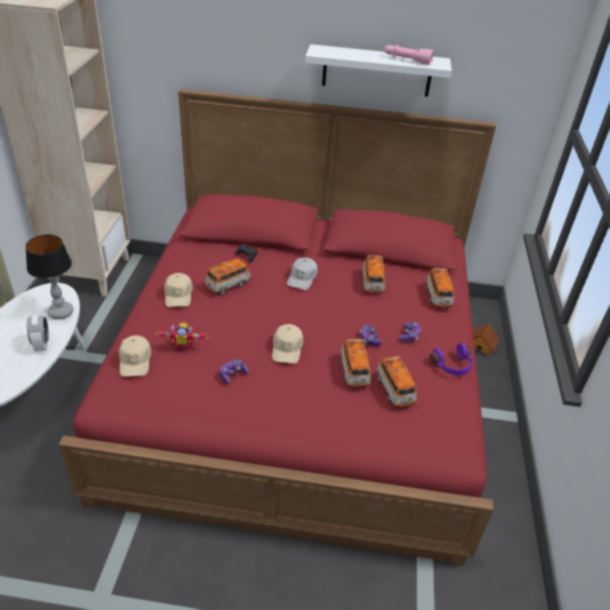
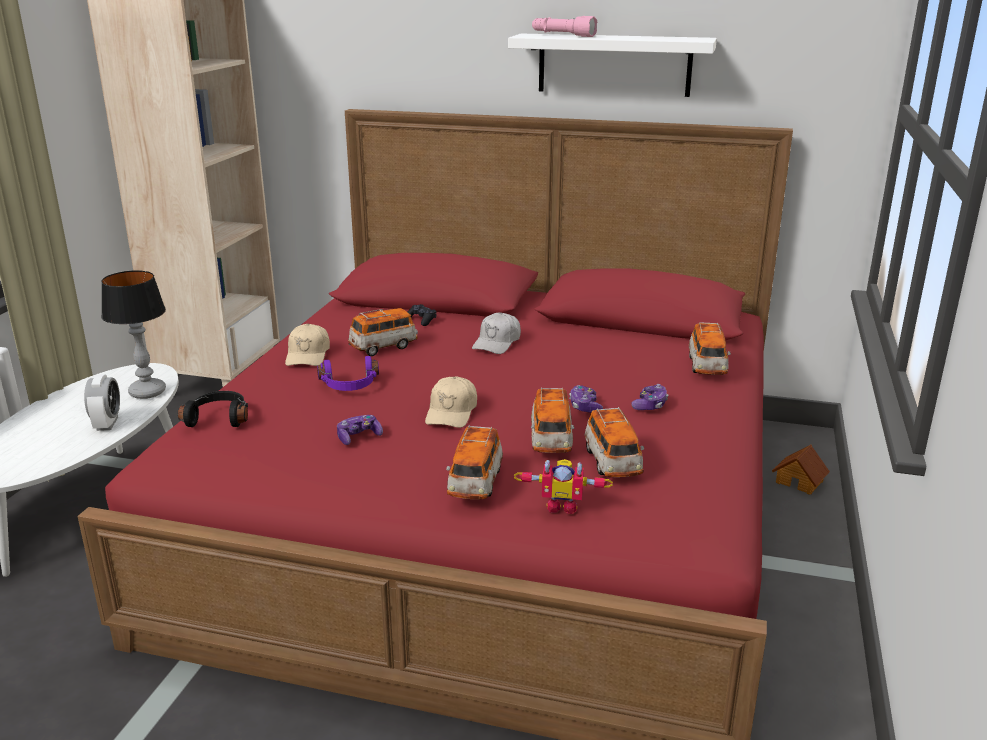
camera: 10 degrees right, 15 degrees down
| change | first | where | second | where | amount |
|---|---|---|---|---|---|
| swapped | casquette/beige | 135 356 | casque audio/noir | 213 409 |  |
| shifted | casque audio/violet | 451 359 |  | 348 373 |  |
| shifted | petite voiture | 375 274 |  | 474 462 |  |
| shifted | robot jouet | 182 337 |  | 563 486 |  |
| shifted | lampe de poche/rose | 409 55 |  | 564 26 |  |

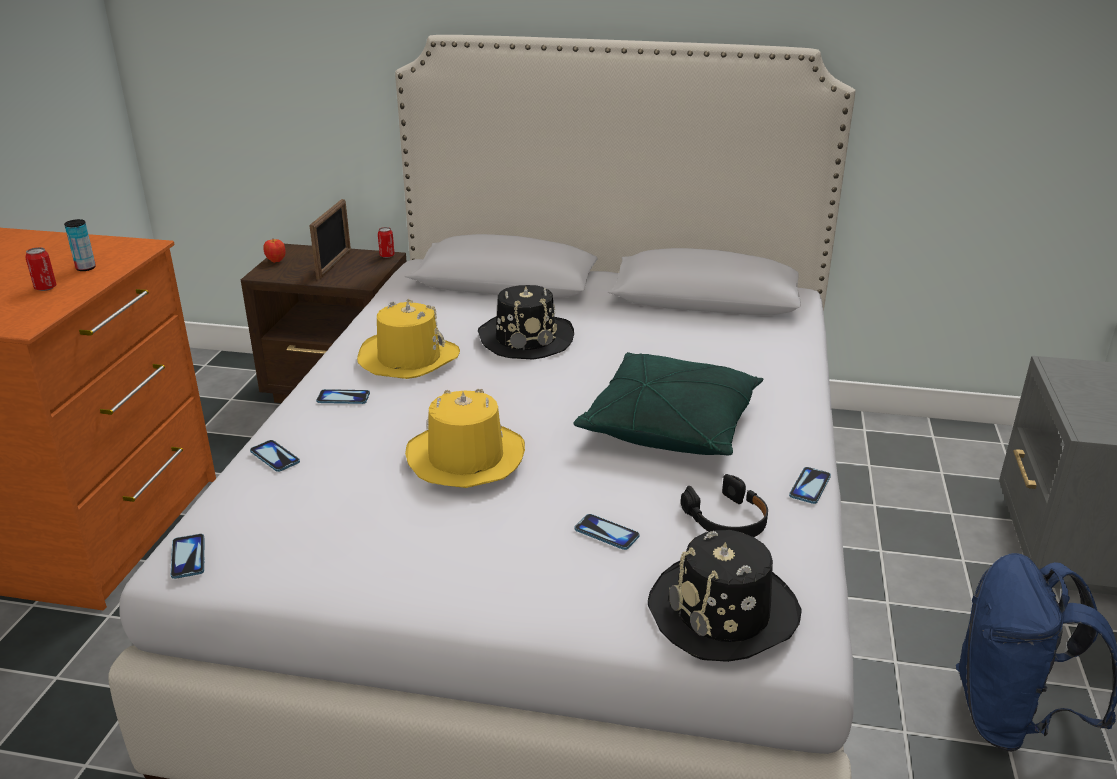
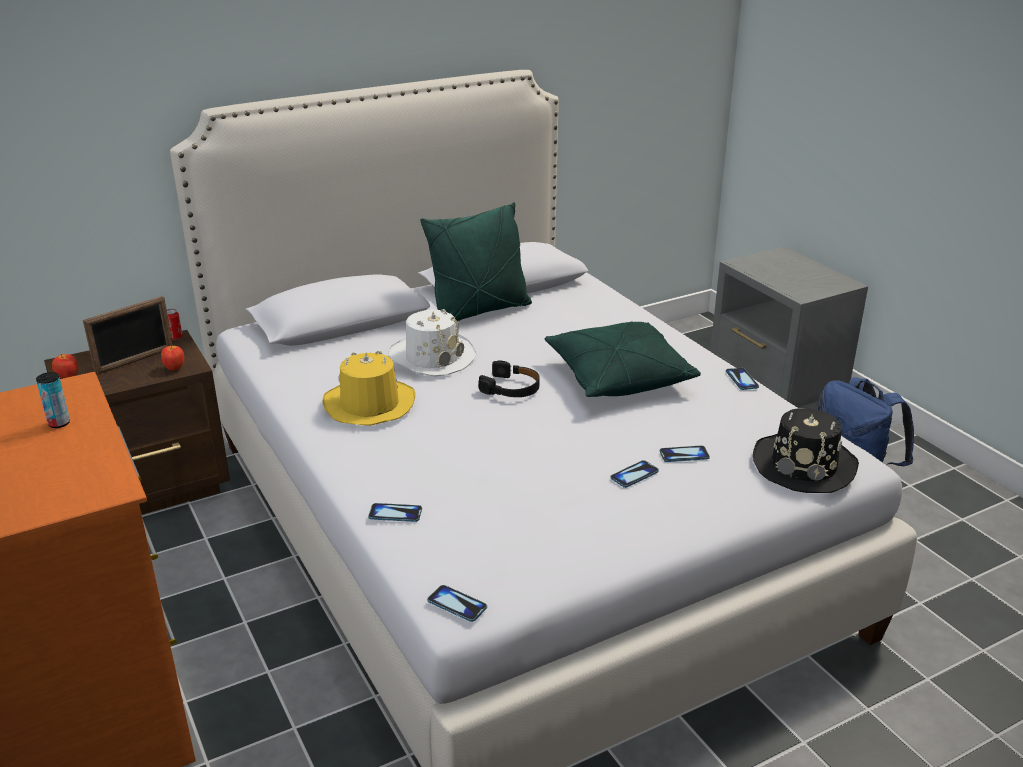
camera: 40 degrees left, 0 degrees up
| change | first | where | second | where | amount |
|---|---|---|---|---|---|
| rotated | cadre photo | 330 239 |  | 128 335 | 75 degrees clockwise |
| new |  |  | pomme | 172 358 |  |
| repainted | chapeau/noir | 526 322 | chapeau/blanc | 432 342 |  |
| new |  |  | coussin/vert | 476 261 |  |
| shifted | casque audio/noir | 724 505 |  | 509 378 |  |
| shifted | téléphone | 343 396 |  | 634 474 |  |
| gone | boîte métallique | 41 269 |  |  |  |
| gone | chapeau/jaune | 465 438 |  |  |  |

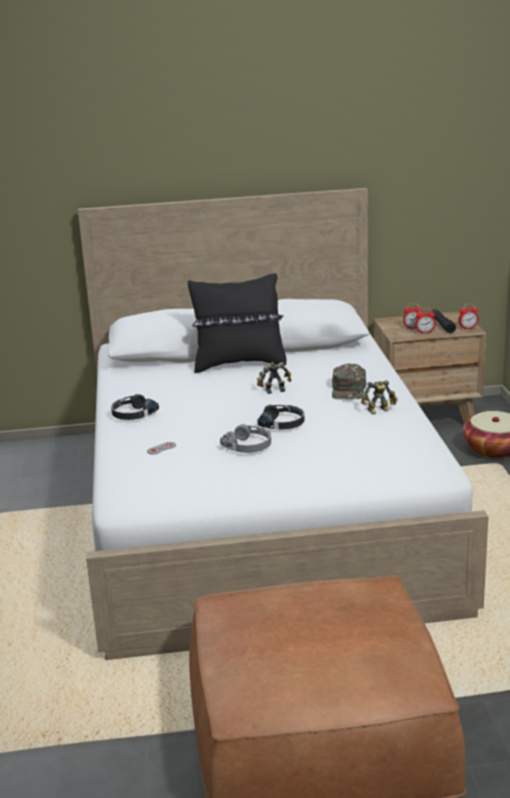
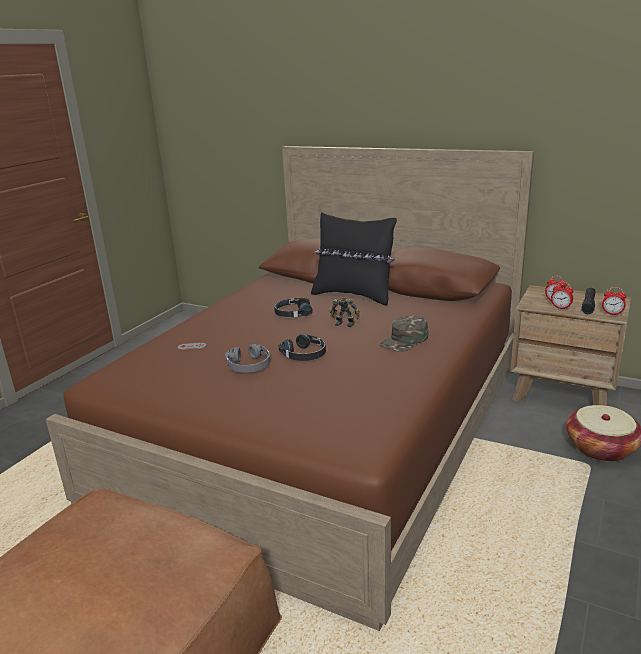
camera: 35 degrees right, 0 degrees up
| change | first | where | second | where | amount |
|---|---|---|---|---|---|
| repainted | lit/blanc | 283 424 | lit/marron | 290 388 |  |
| shifted | casque audio/noir | 135 407 |  | 293 307 |  |
| gone | robot jouet | 379 397 |  |  |  |

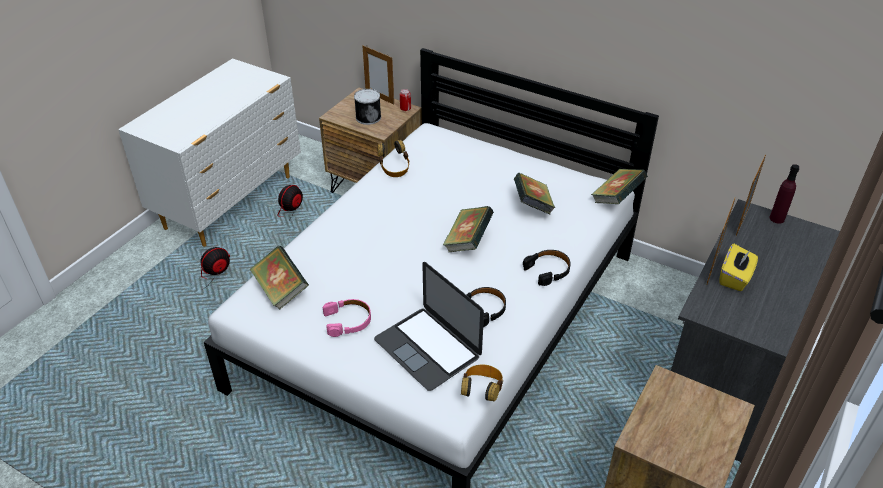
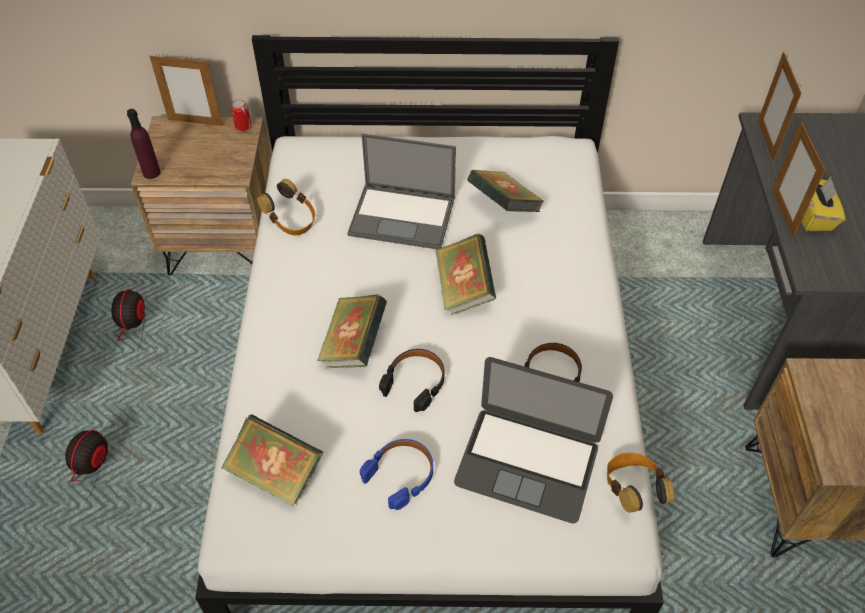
camera: 30 degrees left, 10 degrees up
| change | first | where | second | where | amount |
|---|---|---|---|---|---|
| shifted | bouteille/violet | 784 194 |  | 144 144 |  |
| shifted | livre | 619 186 |  | 352 331 |  |
| new |  |  | ordinateur portable | 402 191 |  |
| repainted | casque audio/rose | 347 318 | casque audio/bleu | 396 474 |  |
| shifted | casque audio/noir | 547 268 |  | 412 380 |  |
| gone | boîte métallique | 367 107 |  |  |  |

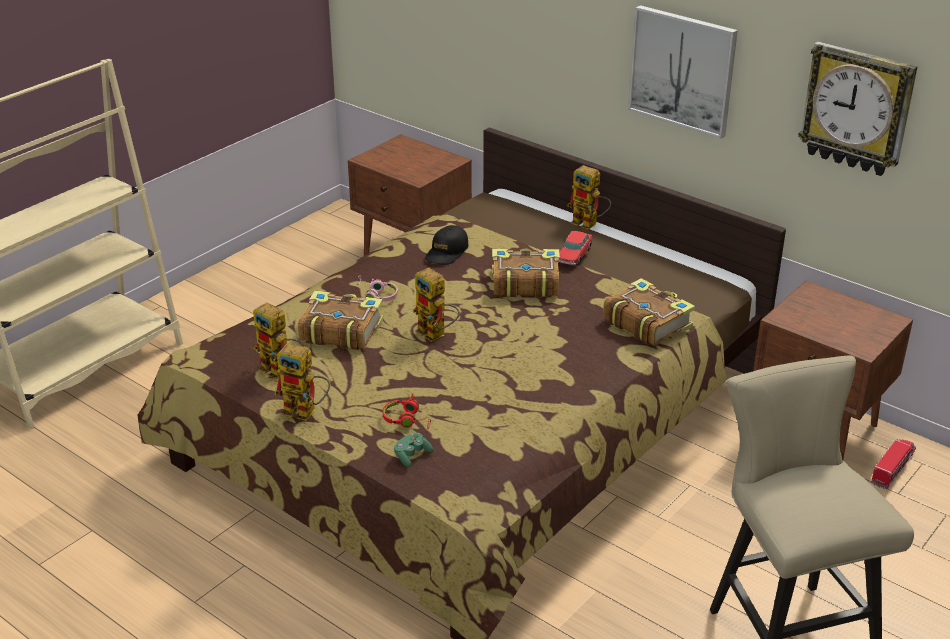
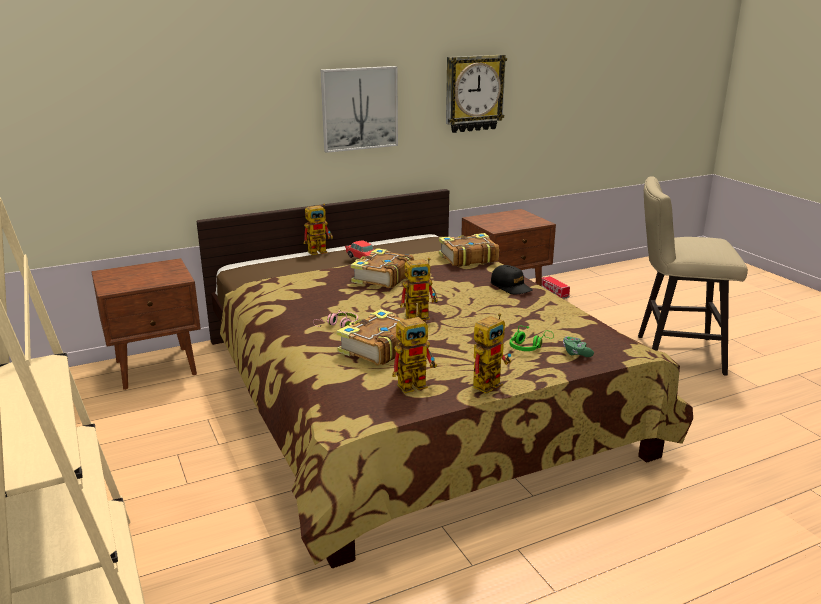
camera: 65 degrees left, 10 degrees down
| change | first | where | second | where | amount |
|---|---|---|---|---|---|
| shifted | casquette/noir | 447 245 |  | 512 279 |  |
| repainted | casque audio/rouge | 407 411 | casque audio/vert | 532 338 |  |

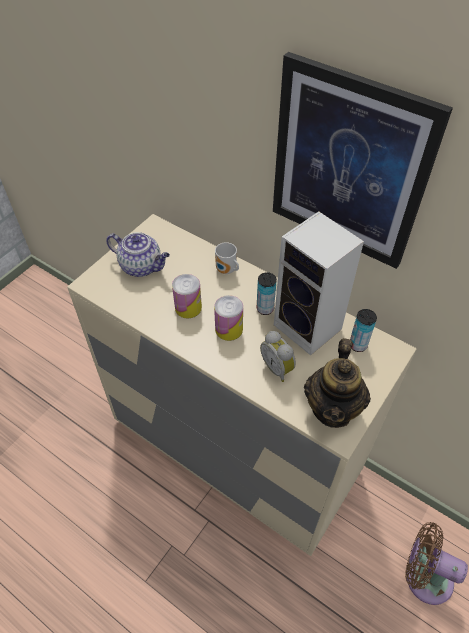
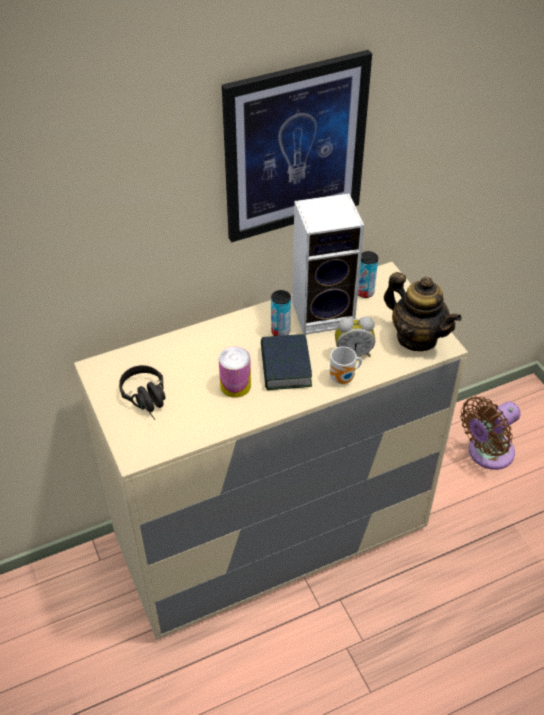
camera: 60 degrees left, 5 degrees down
| change | first | where | second | where | amount |
|---|---|---|---|---|---|
| swapped | théière | 138 254 | casque audio/noir | 142 392 |  |
| swapped | boîte métallique | 228 318 | livre | 286 362 |  |
| shifted | mug | 227 258 |  | 346 365 |  |

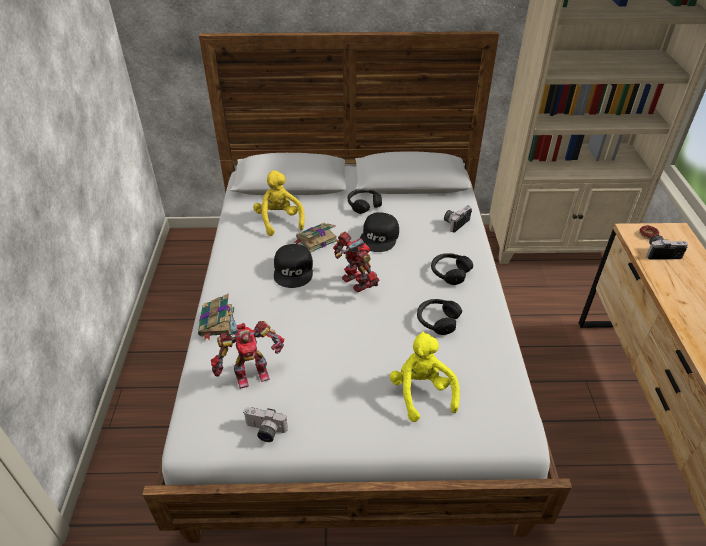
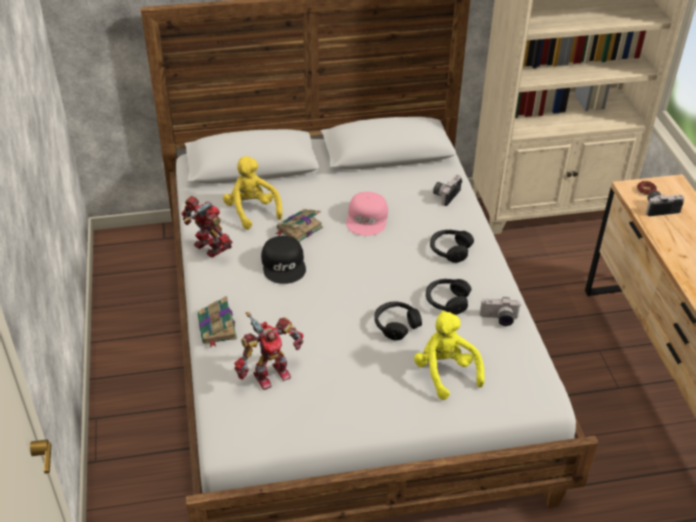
camera: 10 degrees left, 0 degrees up
| change | first | where | second | where | amount |
|---|---|---|---|---|---|
| shifted | robot jouet | 356 261 |  | 207 226 |  |
| repainted | casquette/noir | 379 232 | casquette/rose | 367 214 |  |
| shifted | casque audio/noir | 365 202 |  | 398 321 |  |
| shifted | appareil photo | 266 424 |  | 500 311 |  |

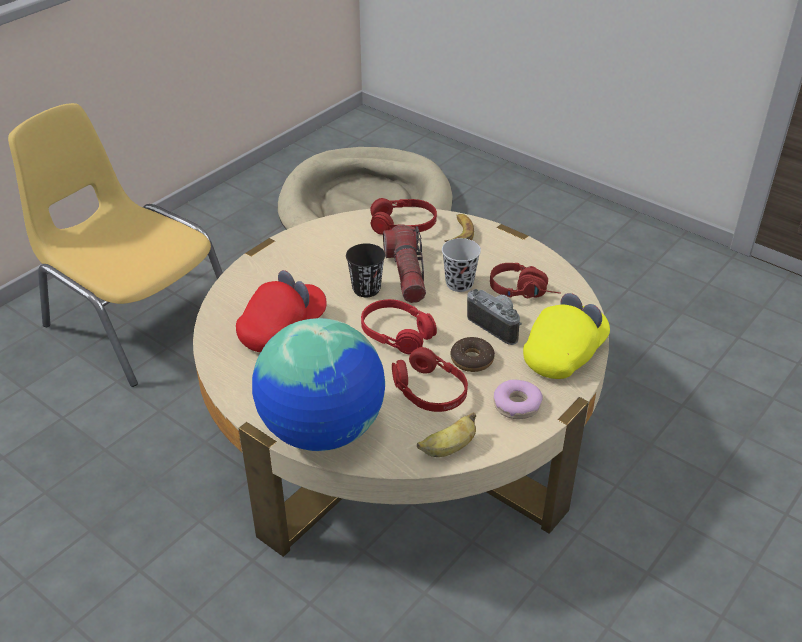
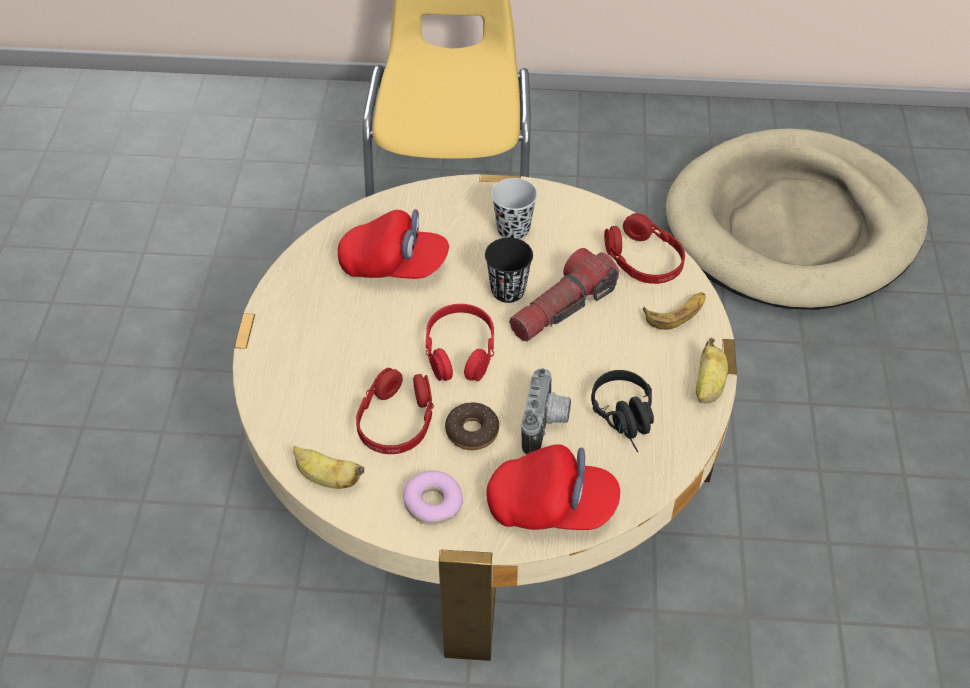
camera: 55 degrees right, 10 degrees up
| change | first | where | second | where | amount |
|---|---|---|---|---|---|
| repainted | casquette/jaune | 566 336 | casquette/rouge | 553 487 |  |
| shifted | tasse/noir | 461 265 |  | 514 209 |  |
| repainted | casque audio/rouge | 525 280 | casque audio/noir | 622 411 |  |
| new |  |  | banane | 712 370 |  |
| gone | globe | 318 384 |  |  |  |

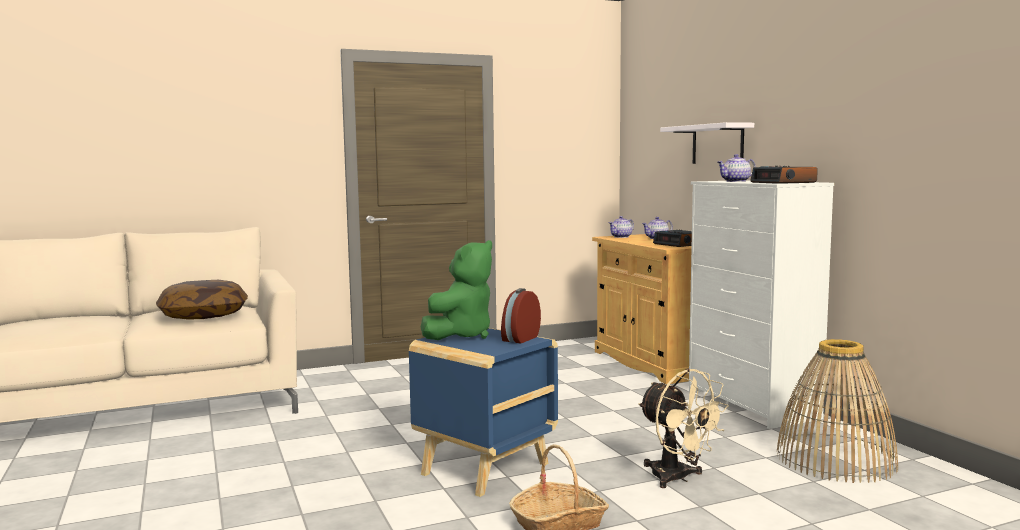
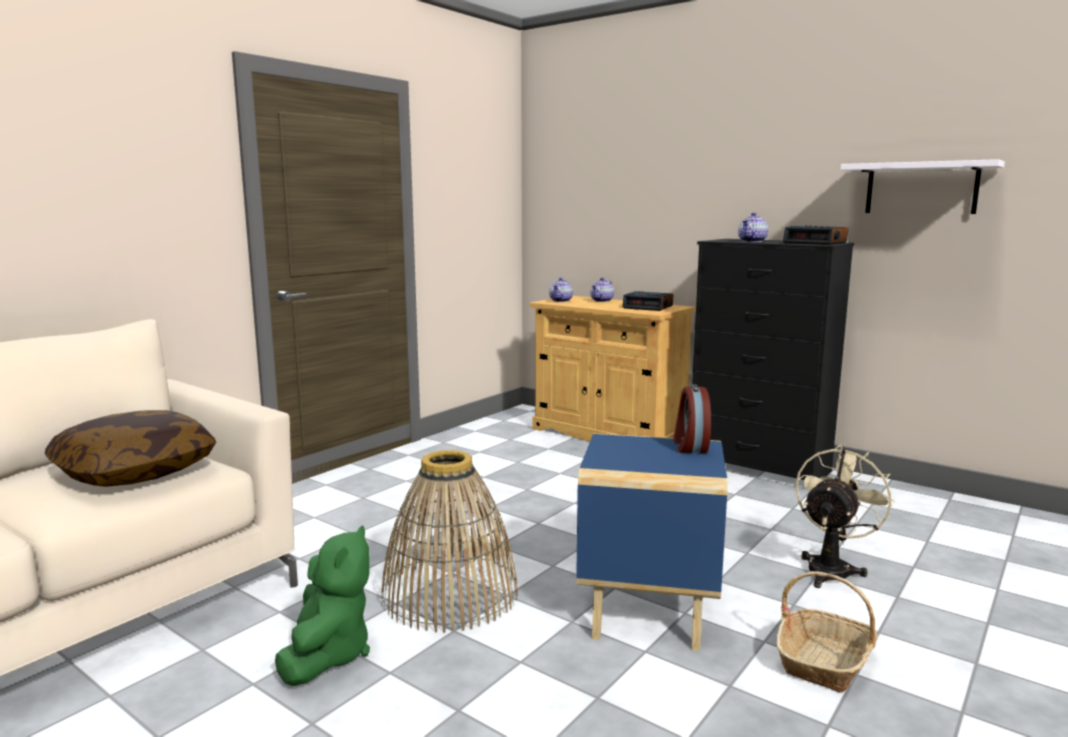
camera: 30 degrees left, 5 degrees up
| change | first | where | second | where | amount |
|---|---|---|---|---|---|
| shifted | peluche/vert | 456 290 |  | 322 605 |  |
| shifted | panier | 837 411 |  | 450 541 |  |
| repainted | commode/blanc | 761 304 | commode/noir | 773 359 |  |
| rotated | ventilateur/beige | 683 428 |  | 845 516 | 75 degrees counterclockwise |
| shifted | étagère/blanc | 707 143 |  | 922 186 |  |

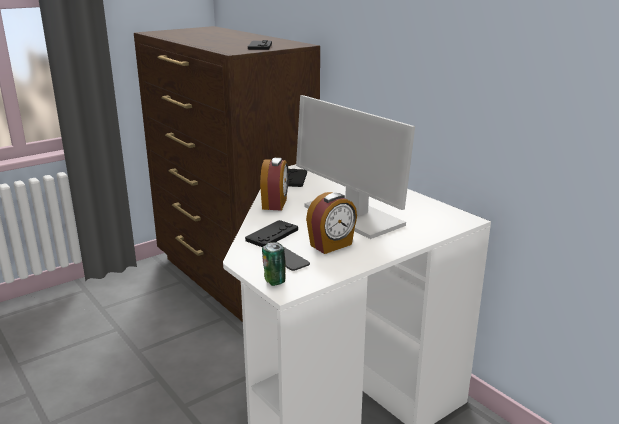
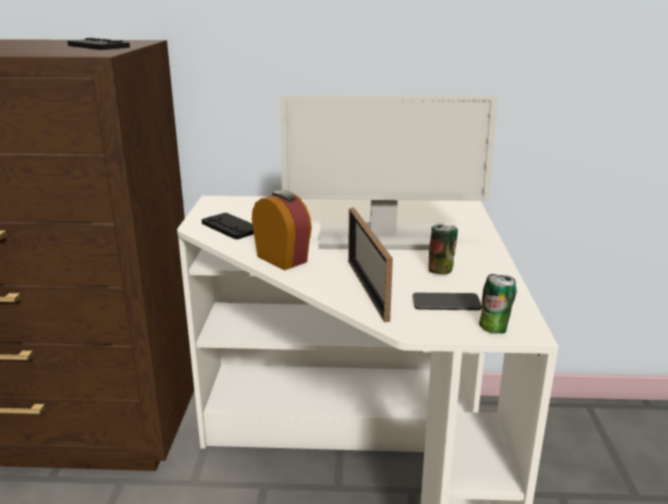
camera: 50 degrees left, 0 degrees up
| change | first | where | second | where | amount |
|---|---|---|---|---|---|
| swapped | manette/noir | 271 233 | cadre photo | 370 265 |  |
| swapped | réveil | 331 223 | boîte métallique | 443 249 |  |

